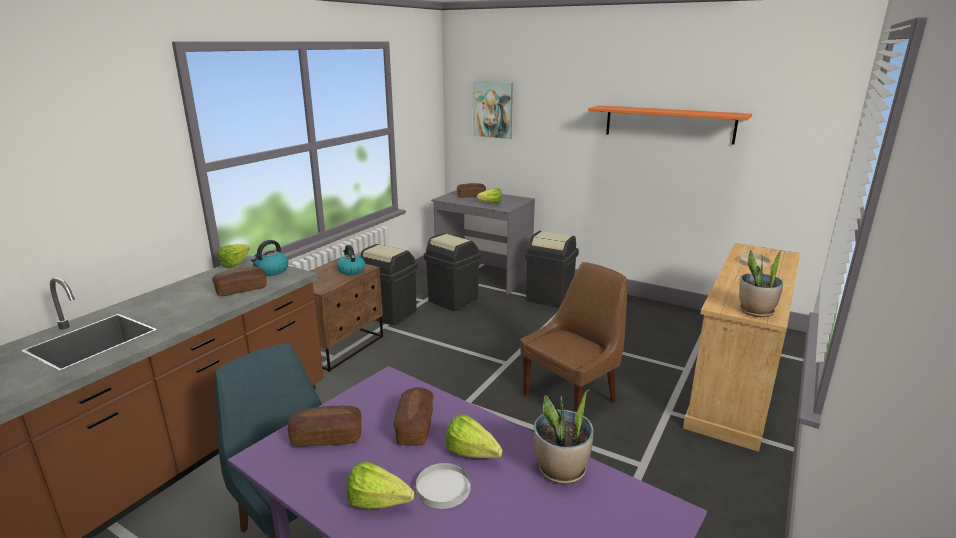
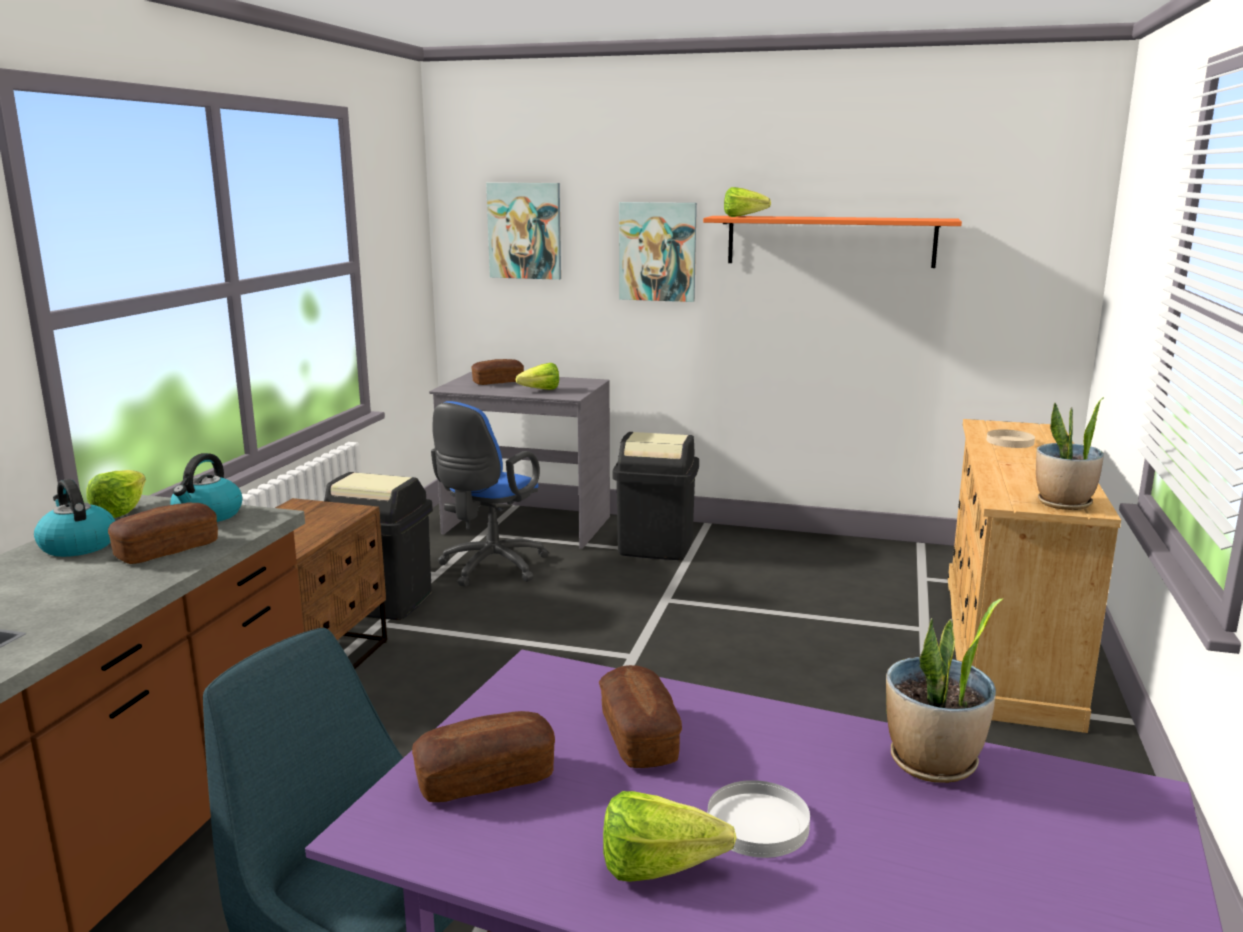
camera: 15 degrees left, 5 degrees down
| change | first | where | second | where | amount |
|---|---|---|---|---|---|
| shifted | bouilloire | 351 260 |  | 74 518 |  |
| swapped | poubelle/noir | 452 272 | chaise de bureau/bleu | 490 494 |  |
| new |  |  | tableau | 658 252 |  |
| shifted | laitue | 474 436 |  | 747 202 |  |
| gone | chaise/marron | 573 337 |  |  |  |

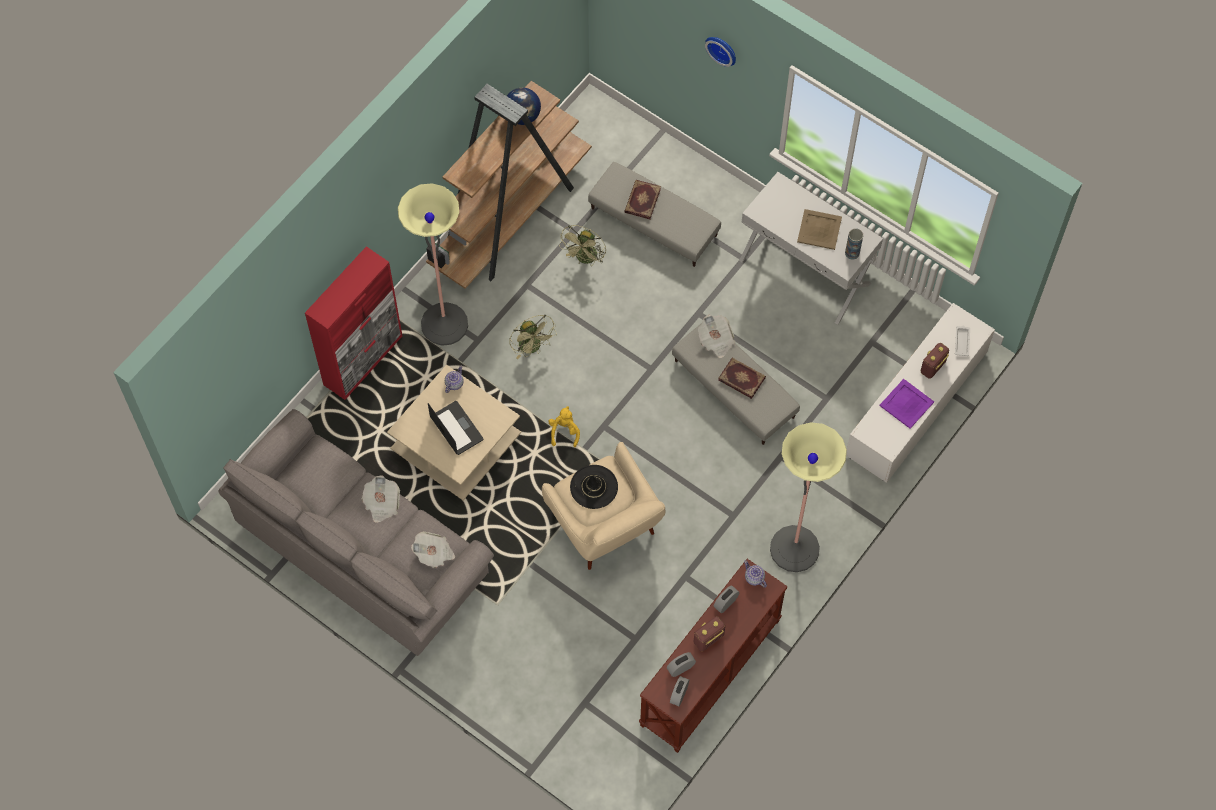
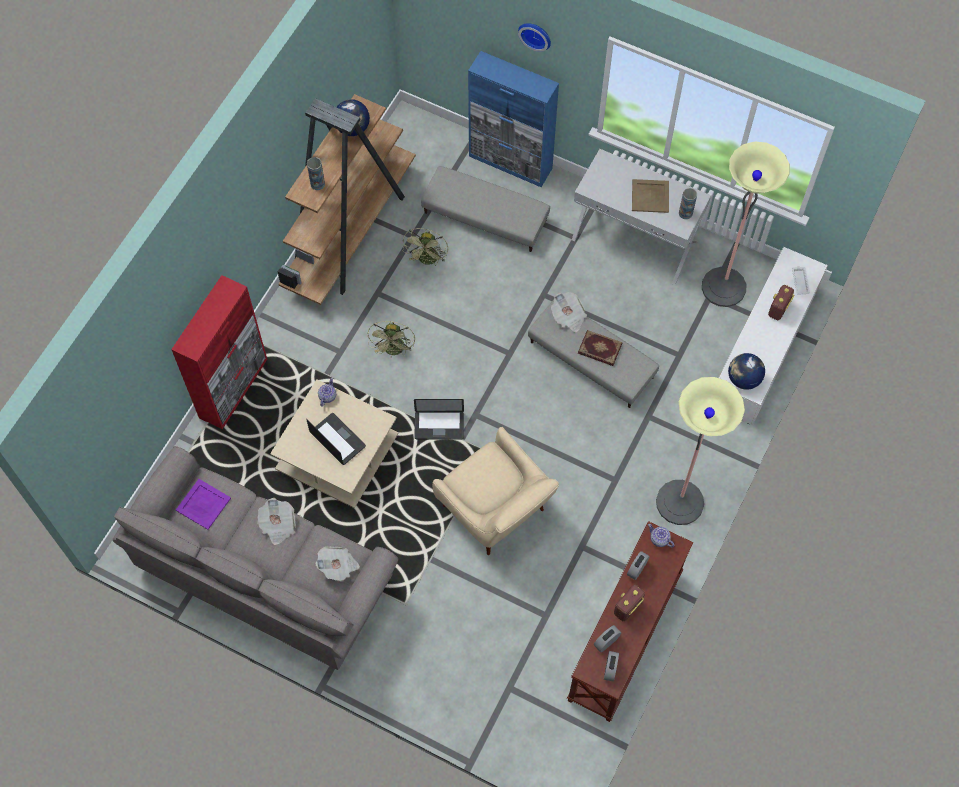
camera: 10 degrees left, 0 degrees up
| change | first | where | second | where | amount |
|---|---|---|---|---|---|
| shifted | plateau/violet | 906 404 |  | 203 504 |  |
| new |  |  | vase | 316 173 |  |
| rotated | ventilateur/vert | 533 337 |  | 391 339 | 45 degrees clockwise |
| swapped | peluche/jaune | 564 426 | ordinateur portable | 439 419 |  |
| new |  |  | meuble de rangement/bleu | 513 119 |  |
| shifted | lampadaire | 433 264 |  | 746 224 |  |
| new |  |  | globe | 746 371 |  |
| gone | chapeau/noir | 594 487 |  |  |  |
| gone | livre | 642 199 |  |  |  |

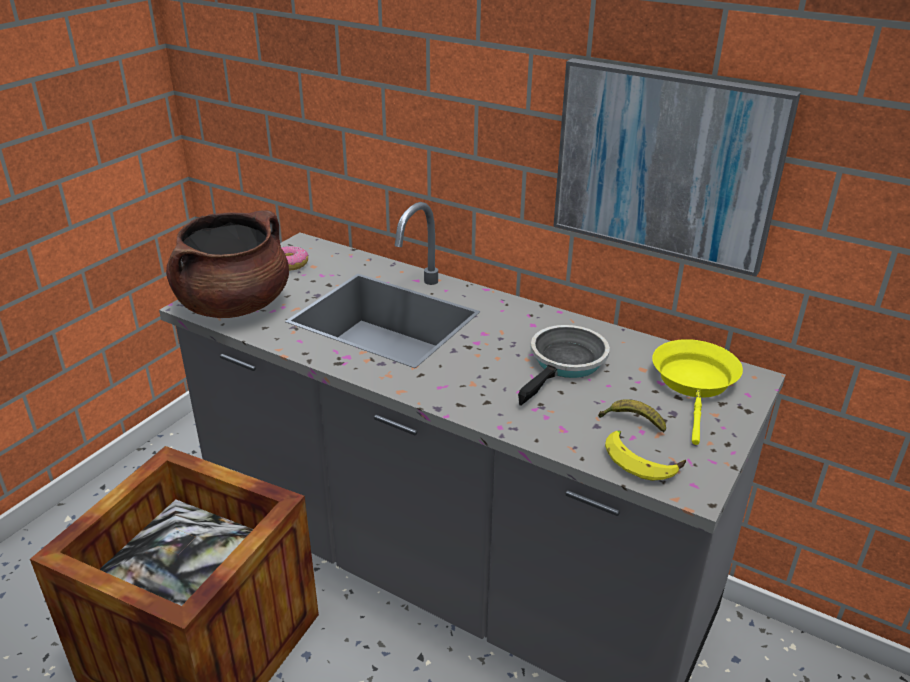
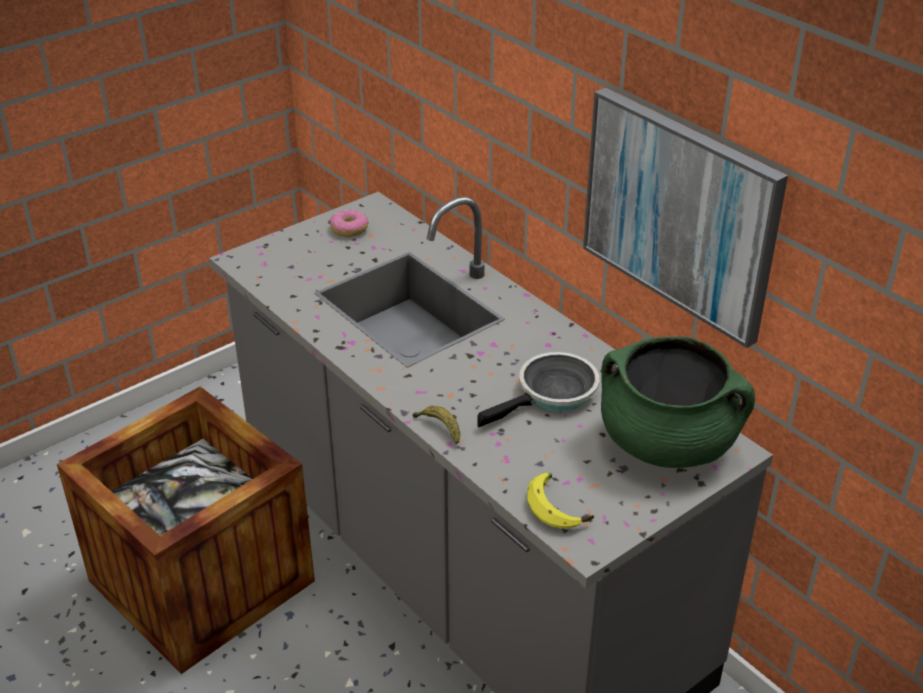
camera: 20 degrees right, 5 degrees up
| change | first | where | second | where | amount |
|---|---|---|---|---|---|
| shifted | banane | 632 415 |  | 436 425 |  |
| swapped | poêle/jaune | 697 392 | marmite/vert | 678 402 |  |
| gone | marmite/marron | 227 264 |  |  |  |

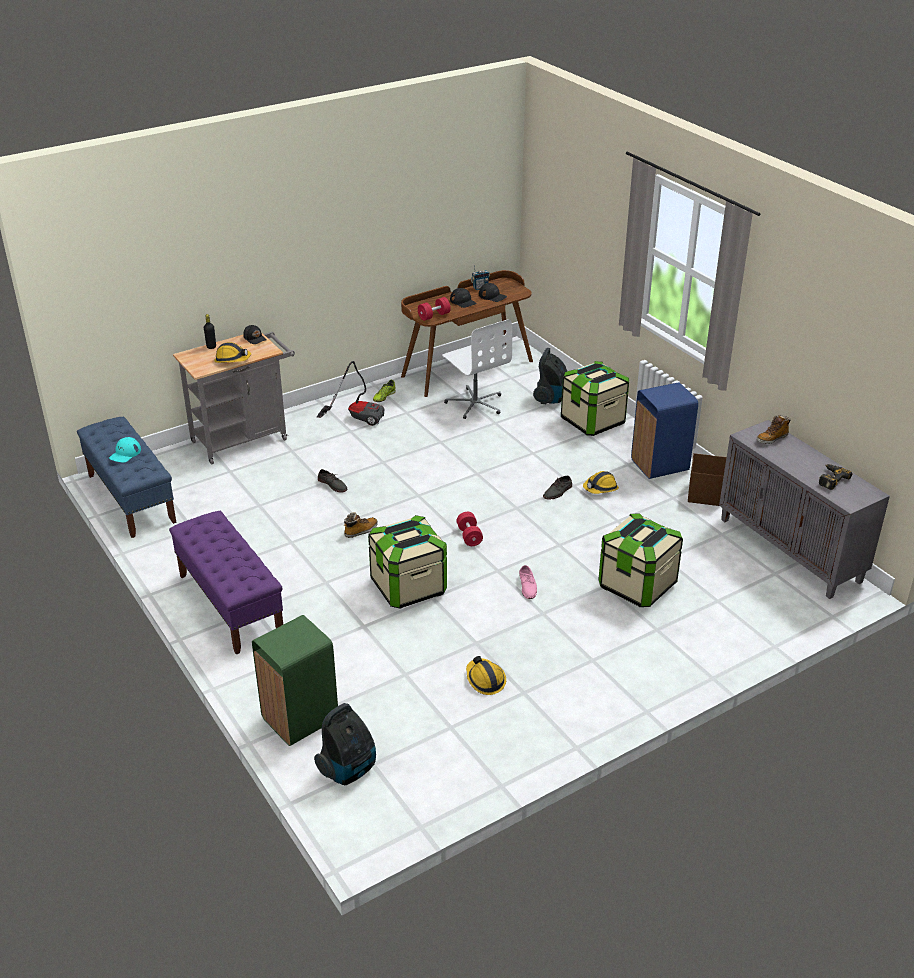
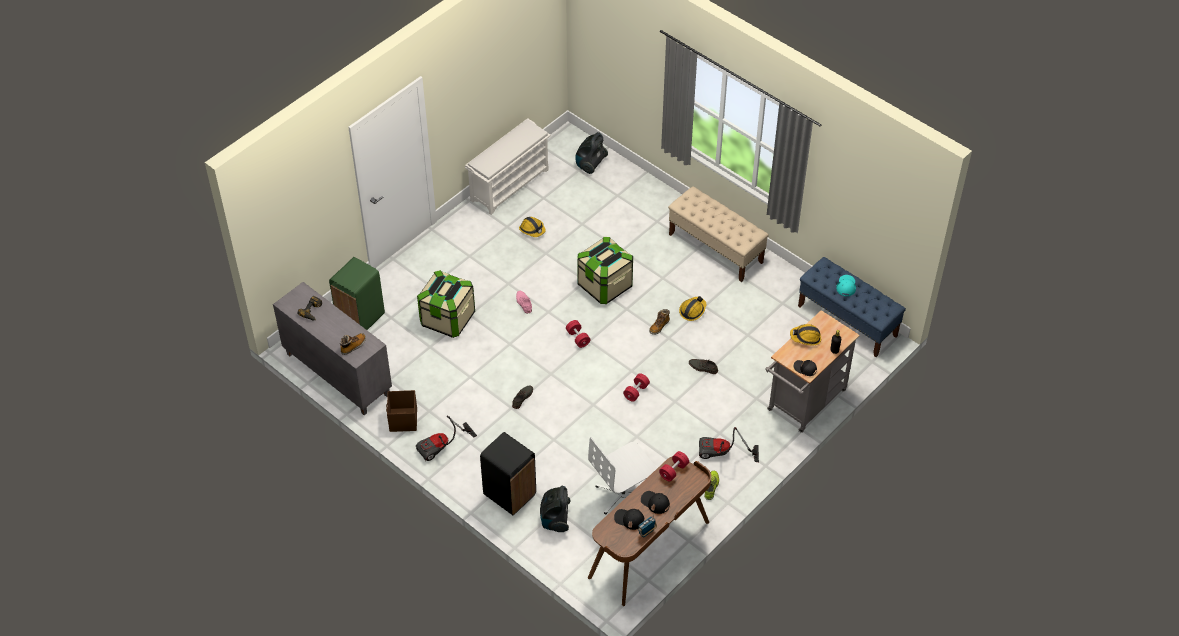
camera: 165 degrees right, 15 degrees up
| change | first | where | second | where | amount |
|---|---|---|---|---|---|
| shifted | poubelle/vert | 295 680 |  | 357 293 |  |
| swapped | poubelle/bleu | 664 430 | aspirateur | 446 438 |  |
| new |  |  | étagère à chaussures/blanc | 508 166 |  |
| swapped | boîte de rangement | 595 398 | poubelle/noir | 508 473 |  |
| rotated | chaise de bureau/blanc | 477 369 |  | 622 476 | 75 degrees counterclockwise |
| new |  |  | haltère/rouge | 636 388 |  |
| repainted | banc/violet | 226 582 | banc/beige | 718 234 |  |
| shifted | casque de chantier | 601 482 |  | 693 308 |  |

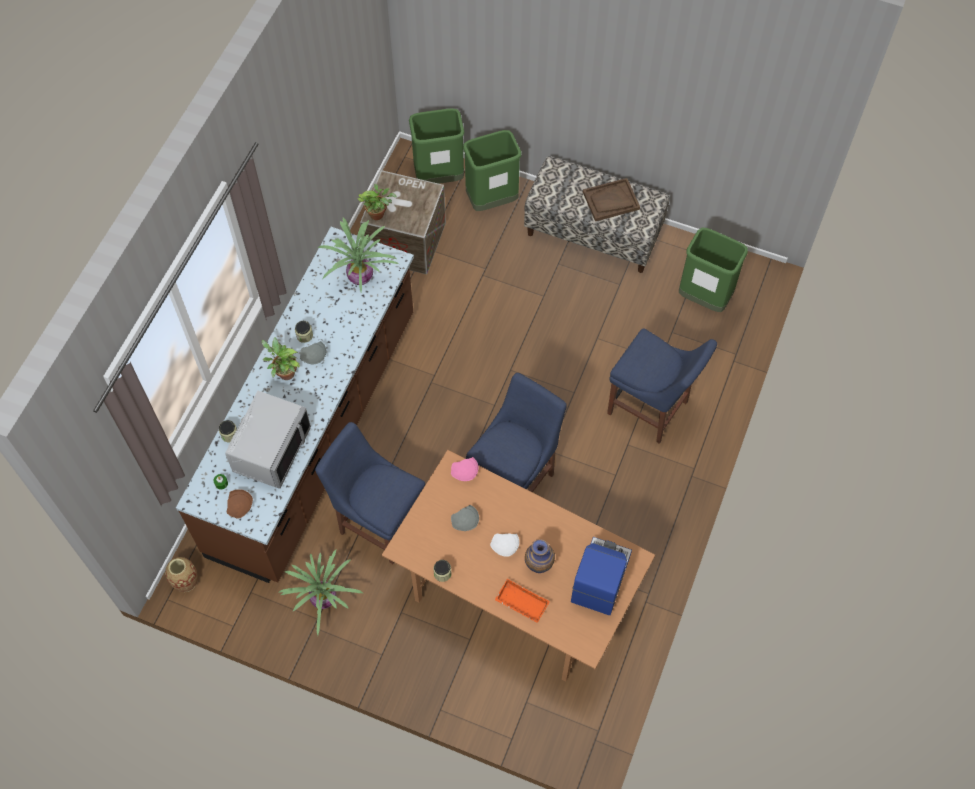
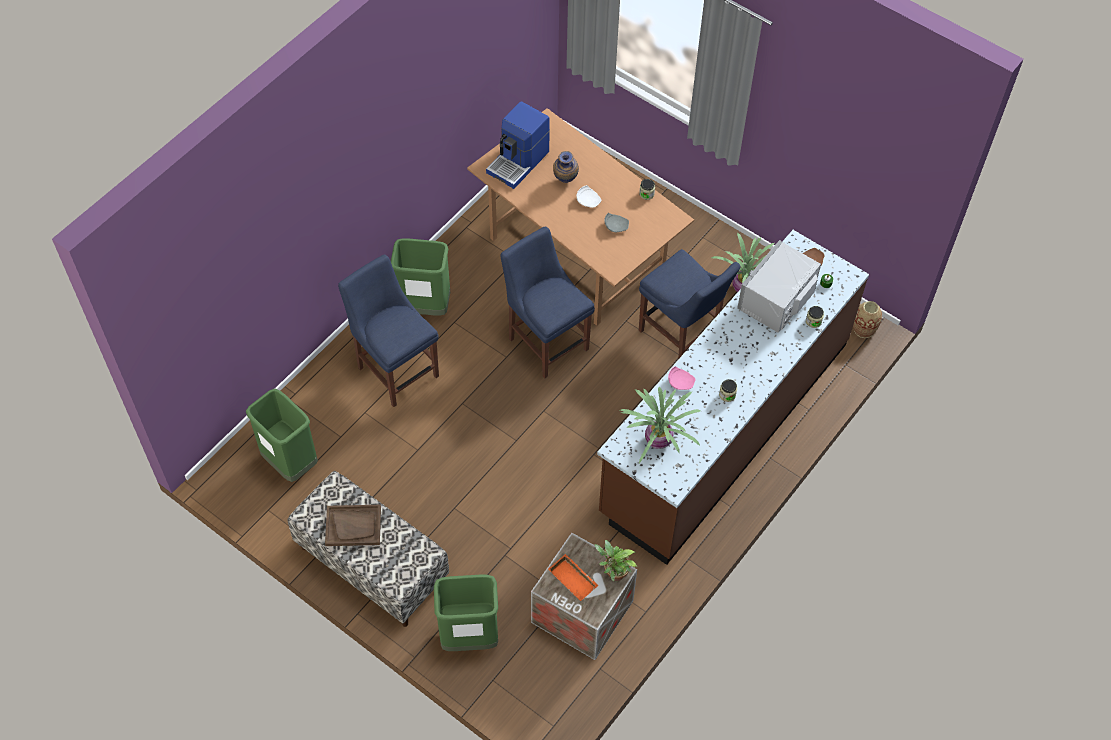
camera: 165 degrees left, 5 degrees down
| change | first | where | second | where | amount |
|---|---|---|---|---|---|
| shifted | poubelle/vert | 436 146 |  | 420 277 |  |
| rotated | chaise/bleu | 516 432 |  | 548 302 | 90 degrees clockwise |
| shifted | plateau/orange | 522 601 |  | 573 577 |  |
| shifted | assiette/rose | 464 469 |  | 682 378 |  |
| gone | plante en pot | 281 358 |  |  |  |
| gone | assiette/gris | 313 352 |  |  |  |

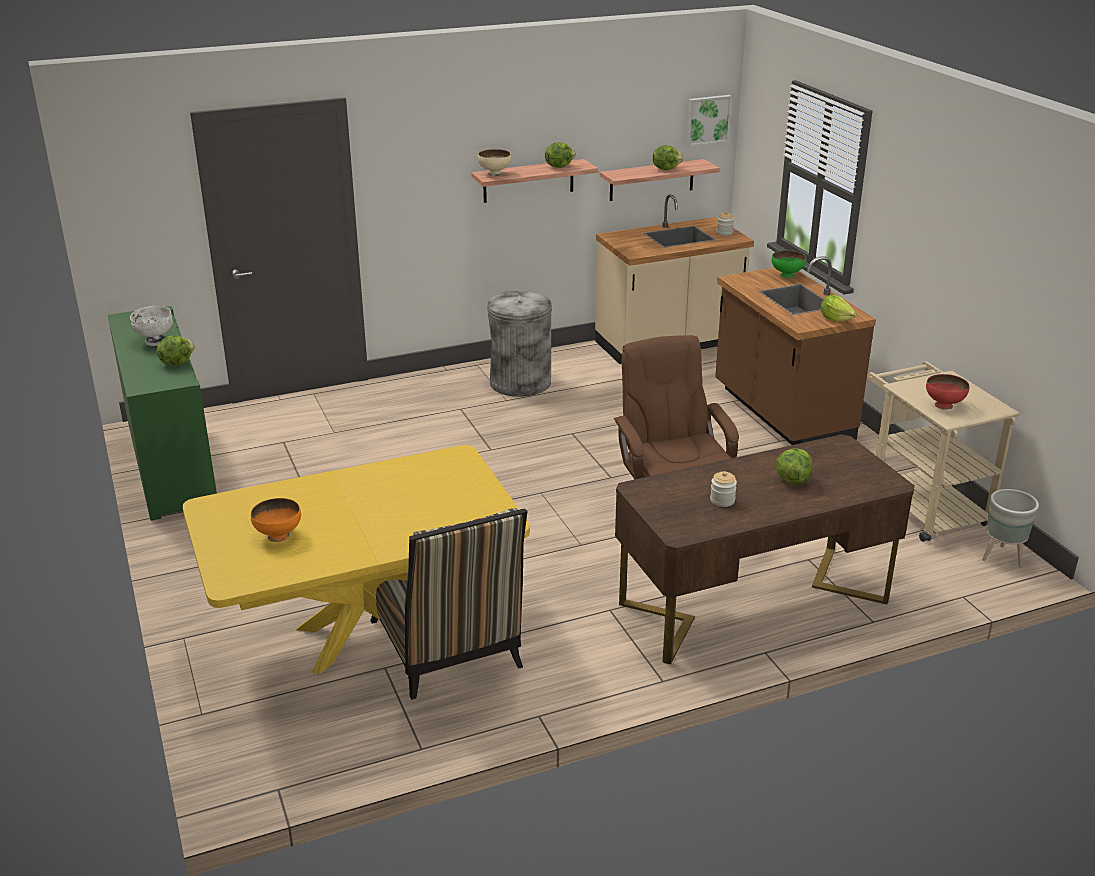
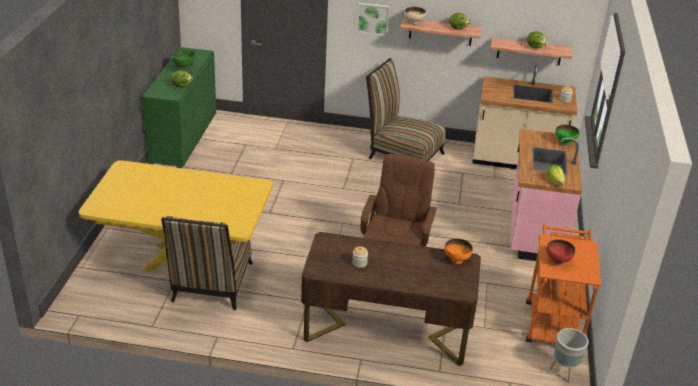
camera: 30 degrees right, 5 degrees up
| change | first | where | second | where | amount |
|---|---|---|---|---|---|
| repainted | bol/blanc | 151 326 | bol/vert | 183 61 |  |
| shifted | tableau | 709 120 |  | 373 19 |  |
| swapped | poubelle/gris | 519 344 | chaise | 406 109 |  |
| shifted | bol/orange | 276 520 |  | 458 251 |  |
| repainted | comptoir de cuisine/marron | 795 350 | comptoir de cuisine/rose | 546 195 |  |
| repainted | chariot/beige | 944 451 | chariot/orange | 563 283 |  |
| gone | laitue | 793 466 |  |  |  |

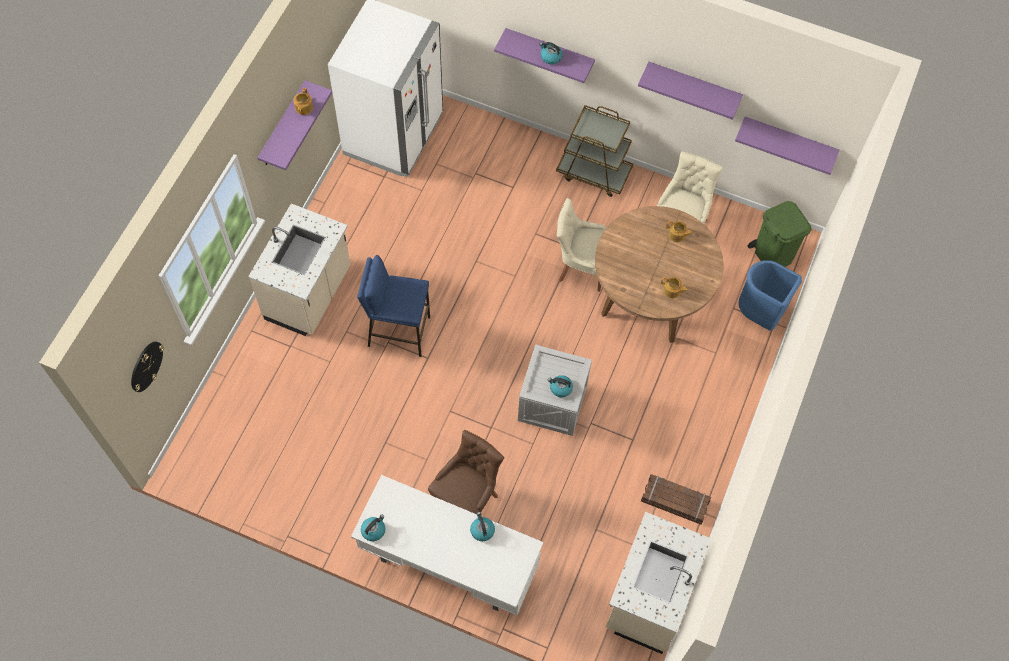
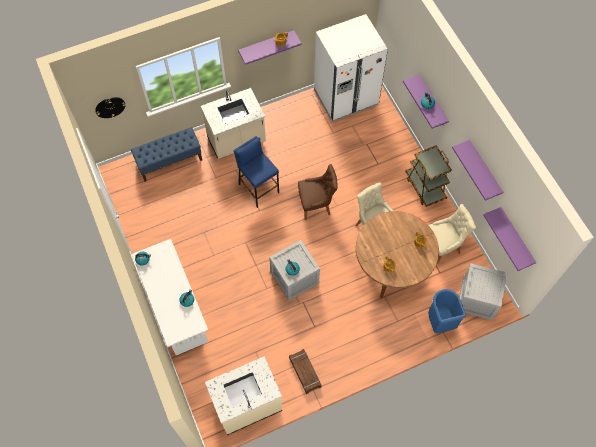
camera: 45 degrees right, 0 degrees up
| change | first | where | second | where | amount |
|---|---|---|---|---|---|
| new |  |  | banc/bleu | 166 154 |  |
| shifted | chaise/marron | 466 472 |  | 318 192 |  |
| swapped | poubelle/vert | 779 234 | caisse | 483 292 |  |

